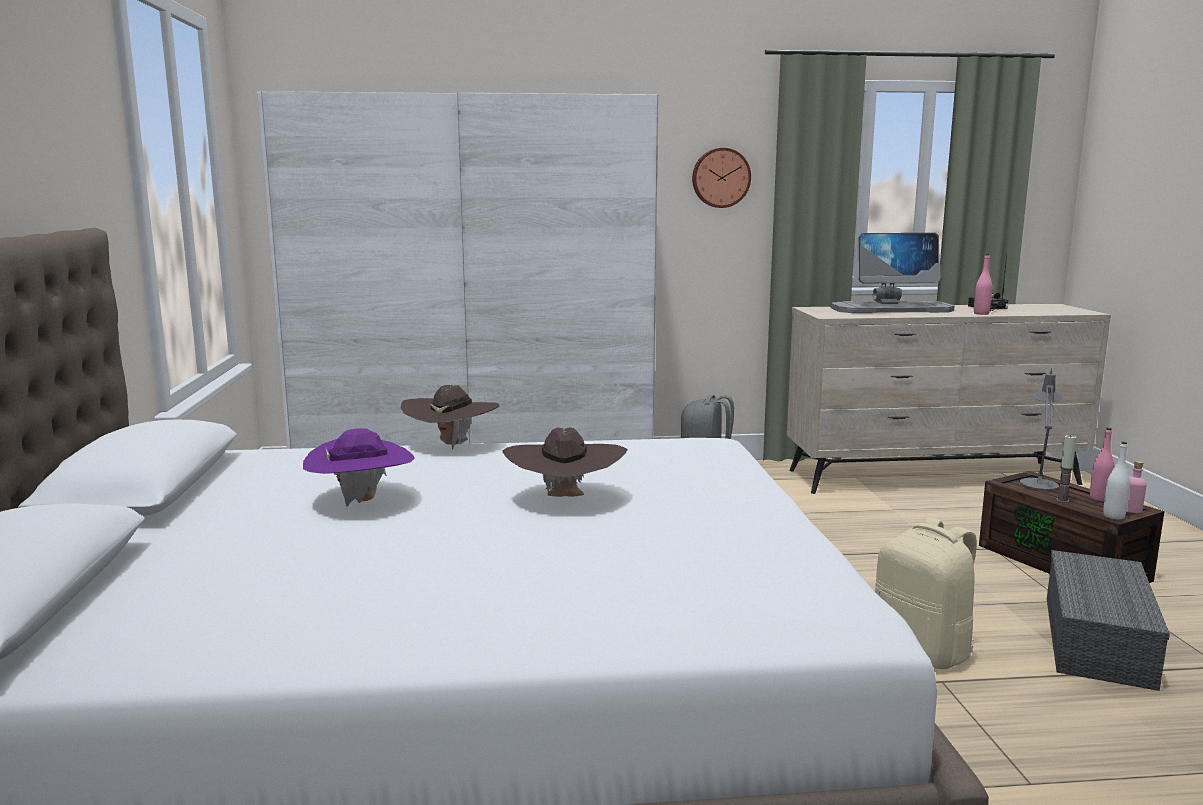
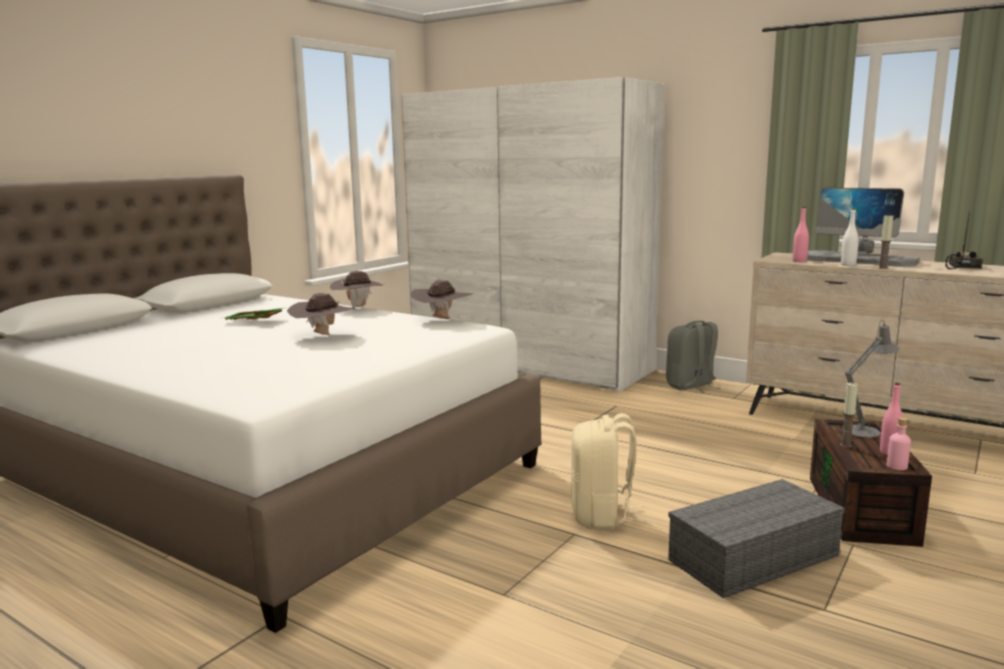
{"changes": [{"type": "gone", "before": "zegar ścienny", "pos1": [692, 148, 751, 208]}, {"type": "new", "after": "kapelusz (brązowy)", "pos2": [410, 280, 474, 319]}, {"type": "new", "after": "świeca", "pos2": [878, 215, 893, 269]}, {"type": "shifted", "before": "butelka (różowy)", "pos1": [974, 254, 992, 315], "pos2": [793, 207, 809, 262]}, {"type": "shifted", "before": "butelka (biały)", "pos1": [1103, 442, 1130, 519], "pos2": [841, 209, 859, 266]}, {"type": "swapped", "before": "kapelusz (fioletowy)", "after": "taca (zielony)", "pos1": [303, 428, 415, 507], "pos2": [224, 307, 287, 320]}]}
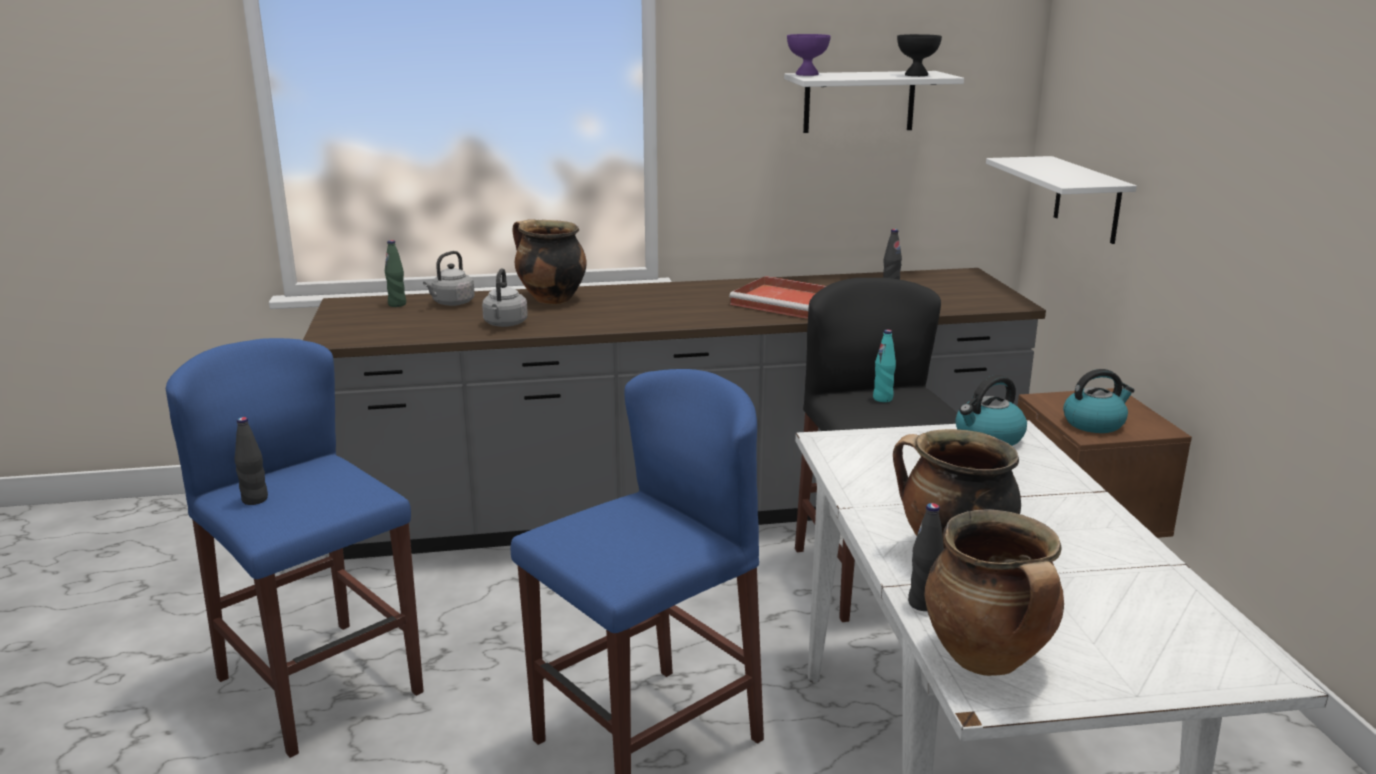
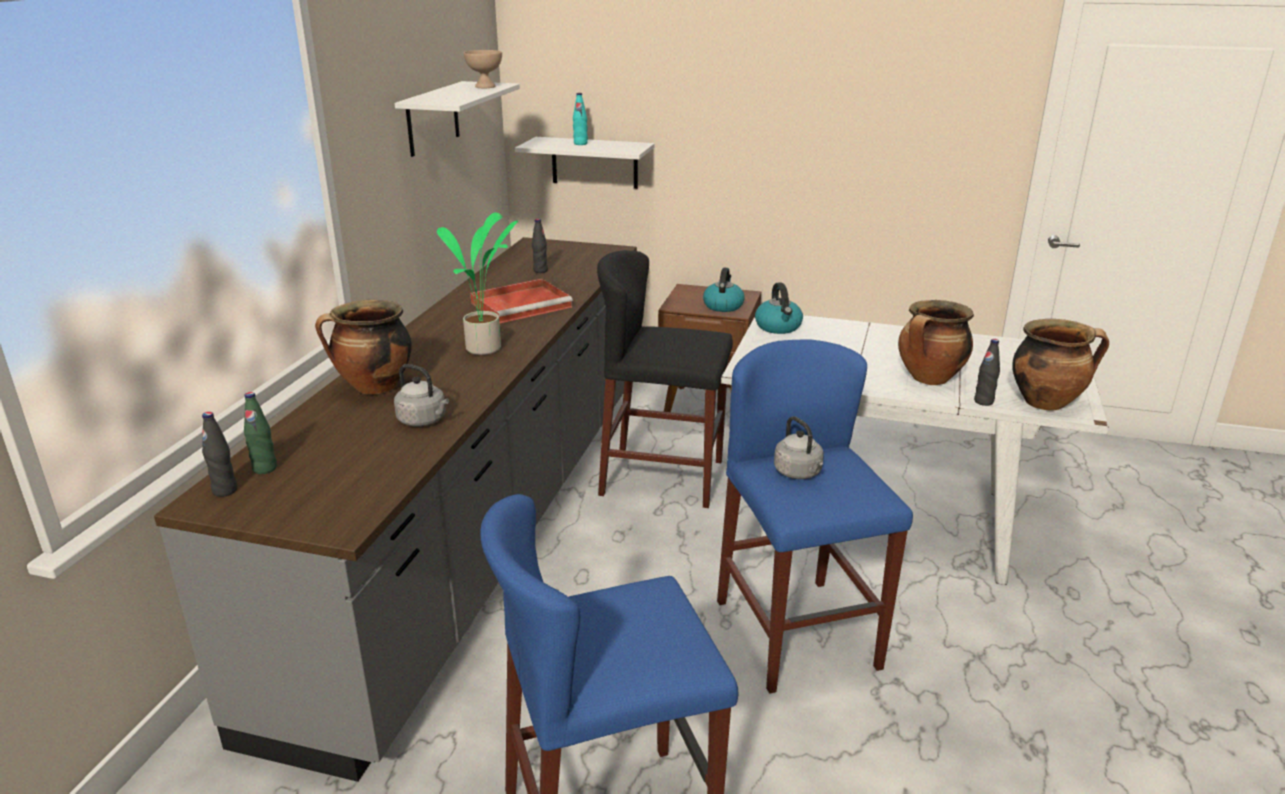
{"changes": [{"type": "gone", "before": "miska (fioletowy)", "pos1": [787, 34, 831, 76]}, {"type": "new", "after": "roślina doniczkowa", "pos2": [437, 213, 518, 355]}, {"type": "shifted", "before": "butelka (czarny)", "pos1": [235, 417, 268, 505], "pos2": [202, 412, 237, 497]}, {"type": "shifted", "before": "czajnik (szary)", "pos1": [423, 251, 475, 306], "pos2": [774, 416, 824, 479]}, {"type": "shifted", "before": "butelka (turkusowy)", "pos1": [873, 330, 896, 402], "pos2": [573, 93, 588, 145]}, {"type": "repainted", "before": "miska (czarny)", "after": "miska (beżowy)", "pos1": [897, 34, 942, 76], "pos2": [464, 50, 502, 88]}]}
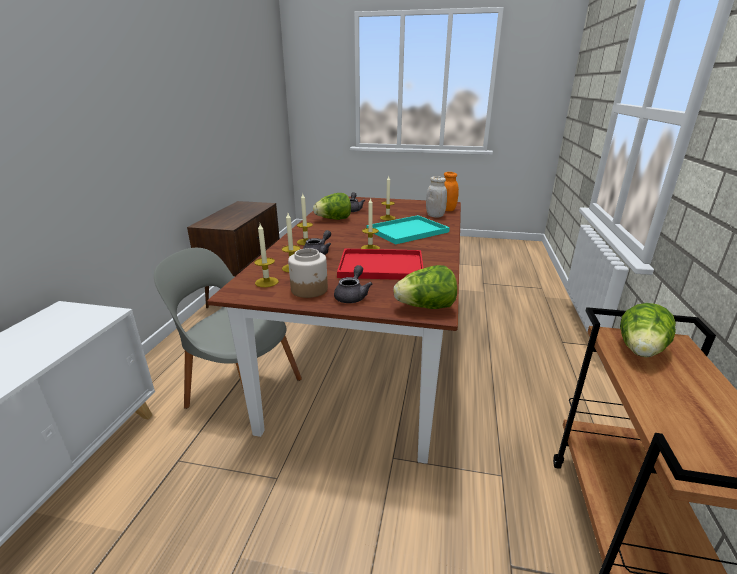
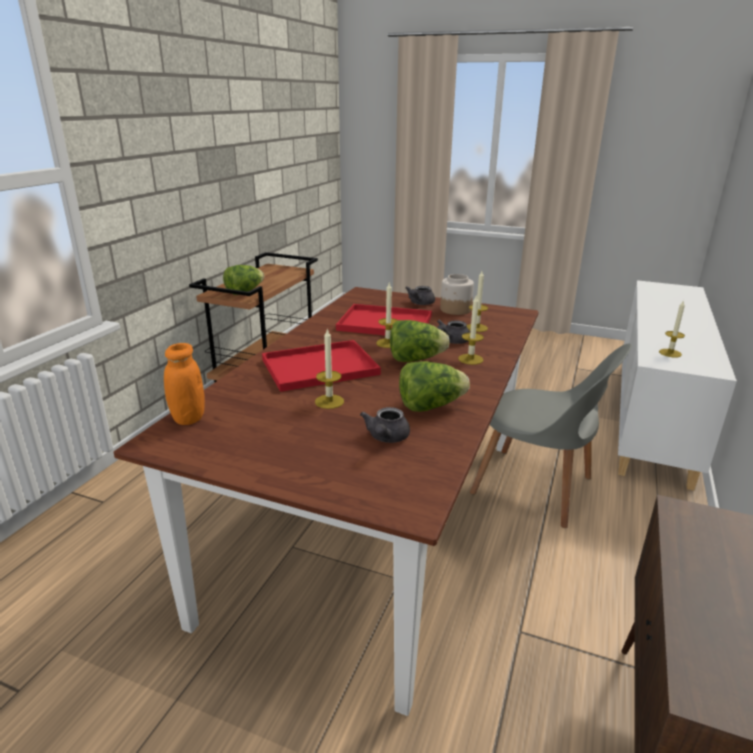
{"changes": [{"type": "gone", "before": "słoik (biały)", "pos1": [426, 176, 447, 217]}, {"type": "shifted", "before": "świeca", "pos1": [254, 224, 279, 287], "pos2": [659, 300, 685, 358]}, {"type": "shifted", "before": "sałata", "pos1": [393, 265, 457, 309], "pos2": [390, 320, 450, 362]}, {"type": "repainted", "before": "taca (turkusowy)", "after": "taca (czerwony)", "pos1": [367, 215, 450, 245], "pos2": [262, 340, 381, 392]}]}
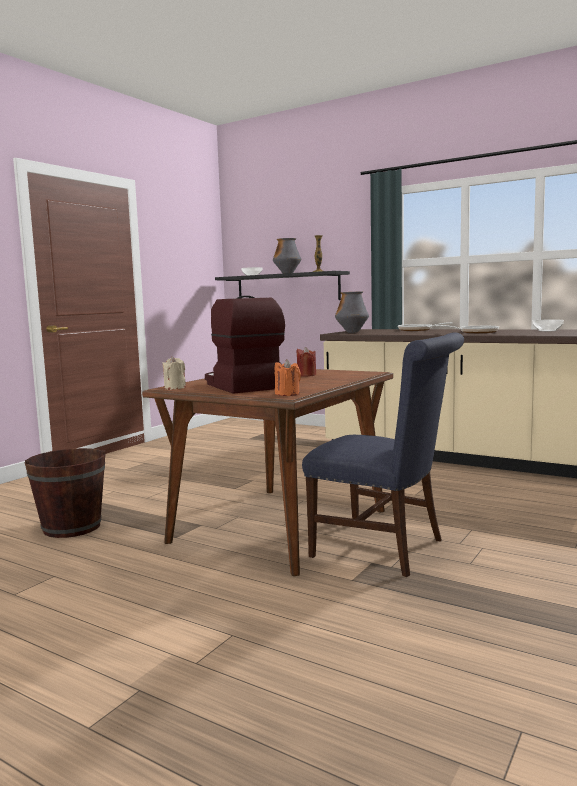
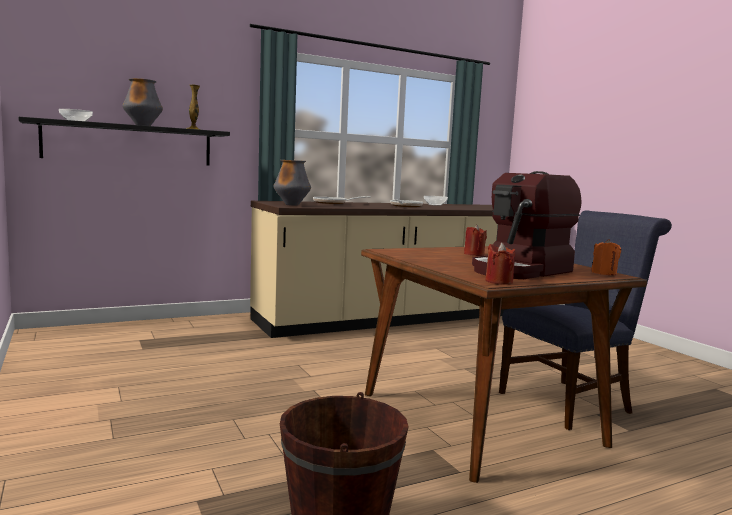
{"changes": [{"type": "repainted", "before": "świeca (beżowy)", "after": "świeca (czerwony)", "pos1": [162, 356, 186, 390], "pos2": [485, 242, 515, 285]}, {"type": "rotated", "before": "ekspres do kawy", "pos1": [205, 296, 285, 394], "pos2": [472, 171, 582, 279], "turn": -45}]}
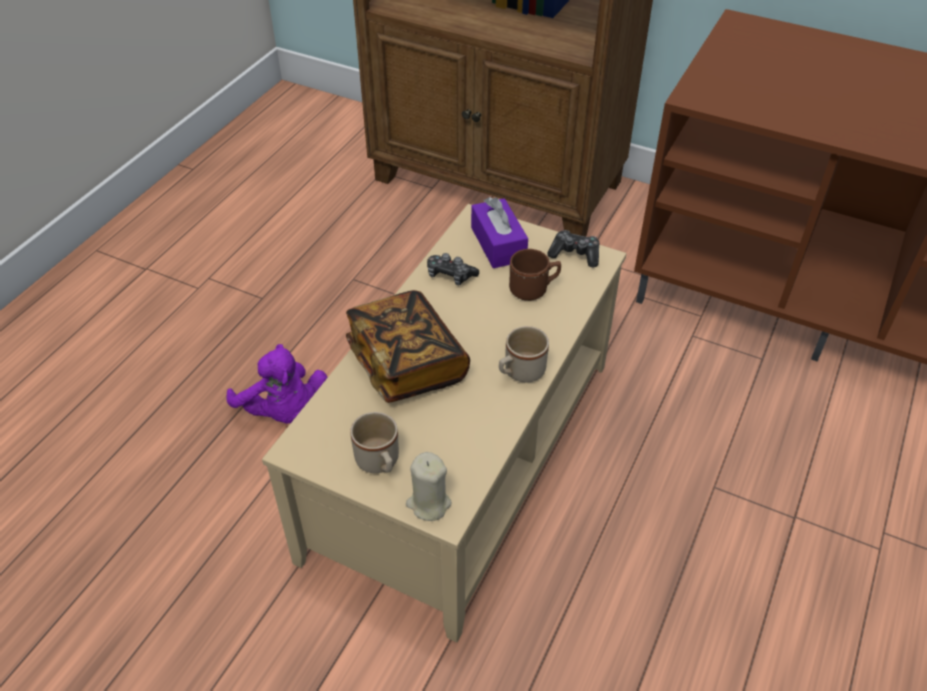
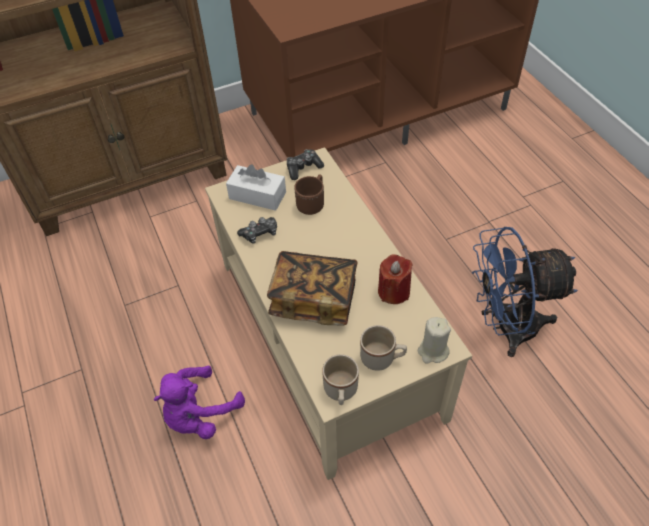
{"changes": [{"type": "new", "after": "świeca (czerwony)", "pos2": [378, 254, 413, 304]}, {"type": "new", "after": "wentylator (niebieski)", "pos2": [472, 227, 578, 357]}, {"type": "shifted", "before": "kubek (beżowy)", "pos1": [499, 326, 549, 382], "pos2": [322, 354, 359, 405]}, {"type": "repainted", "before": "pudełko chusteczek (fioletowy)", "after": "pudełko chusteczek (biały)", "pos1": [471, 197, 528, 268], "pos2": [226, 164, 286, 211]}, {"type": "rotated", "before": "pluszak (fioletowy)", "pos1": [226, 344, 328, 423], "pos2": [153, 366, 245, 439], "turn": 135}]}
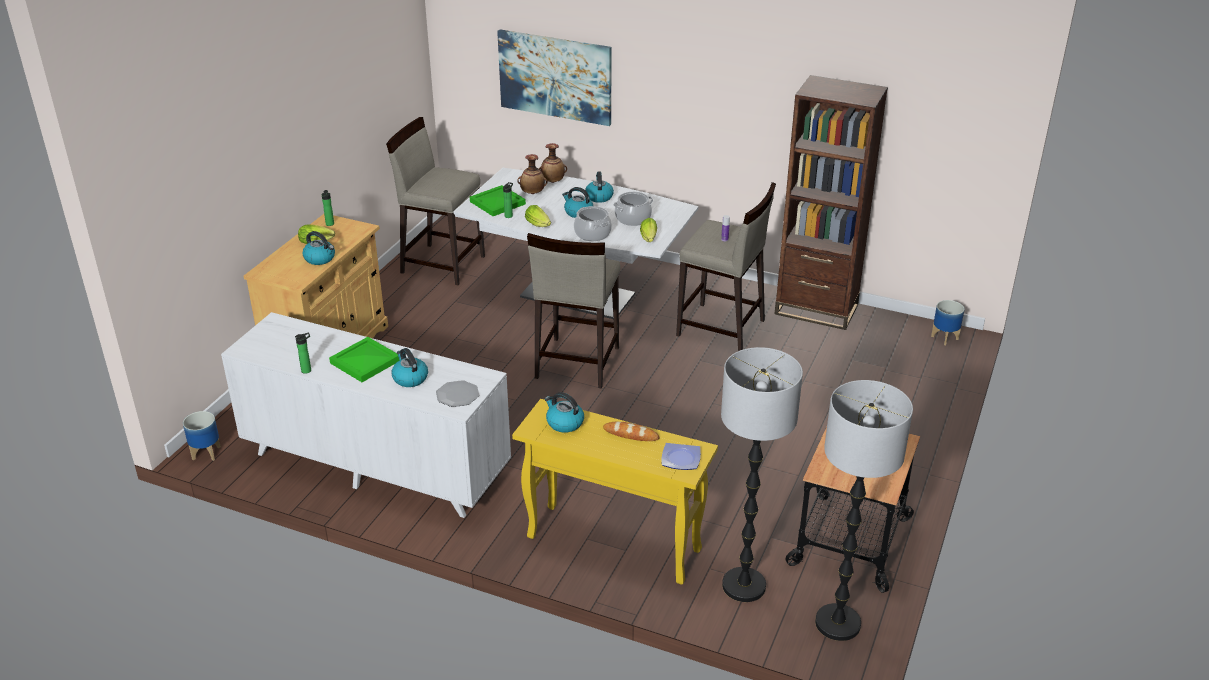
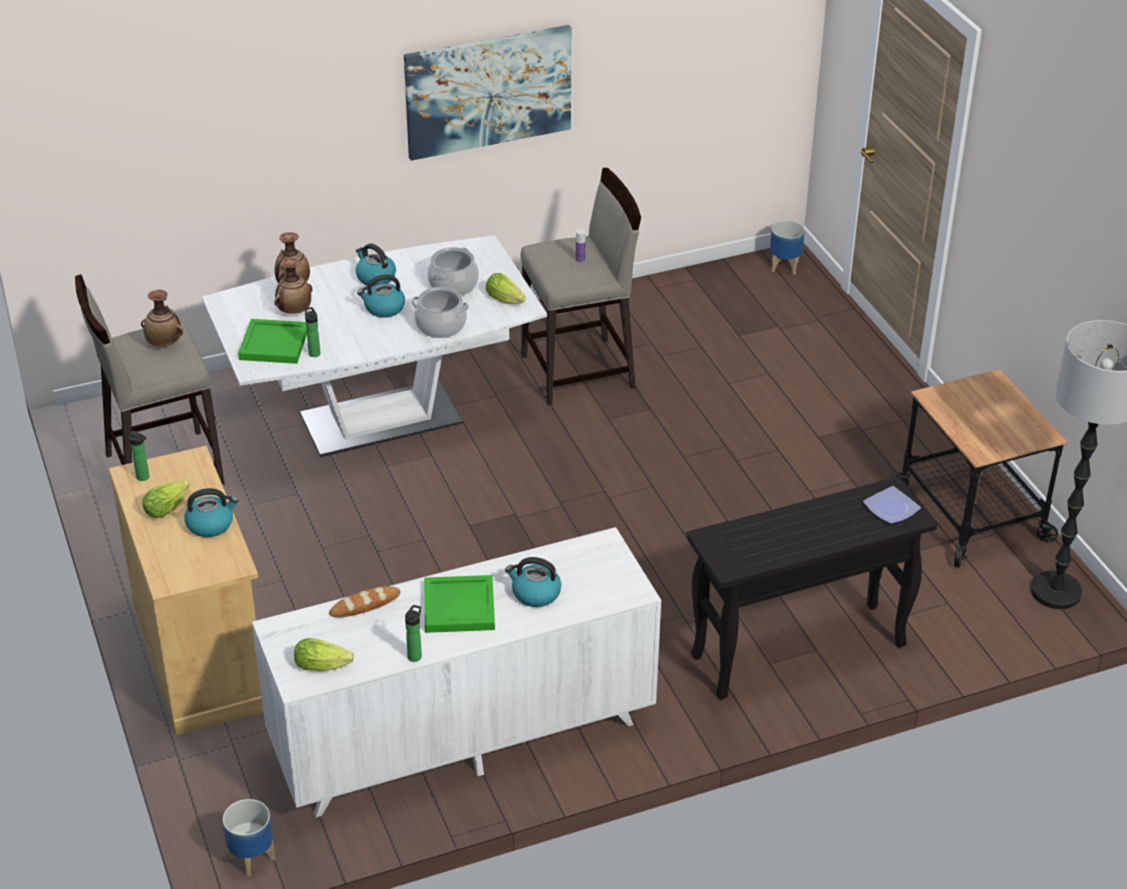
{"changes": [{"type": "gone", "before": "talerz", "pos1": [436, 380, 479, 407]}, {"type": "gone", "before": "stołek (beżowy)", "pos1": [527, 233, 620, 389]}, {"type": "gone", "before": "czajnik", "pos1": [545, 392, 584, 433]}, {"type": "gone", "before": "lampa stojąca", "pos1": [721, 347, 803, 602]}, {"type": "gone", "before": "regał (brązowy)", "pos1": [775, 75, 888, 330]}, {"type": "new", "after": "wazon", "pos2": [141, 290, 183, 347]}, {"type": "shifted", "before": "obraz", "pos1": [497, 29, 612, 126], "pos2": [404, 25, 572, 161]}, {"type": "shifted", "before": "sałata", "pos1": [525, 205, 551, 227], "pos2": [294, 638, 354, 671]}, {"type": "shifted", "before": "chleb", "pos1": [603, 421, 660, 441], "pos2": [329, 586, 400, 617]}, {"type": "repainted", "before": "stolik konsolowy (żółty)", "after": "stolik konsolowy (czarny)", "pos1": [512, 399, 718, 585], "pos2": [686, 476, 938, 700]}]}
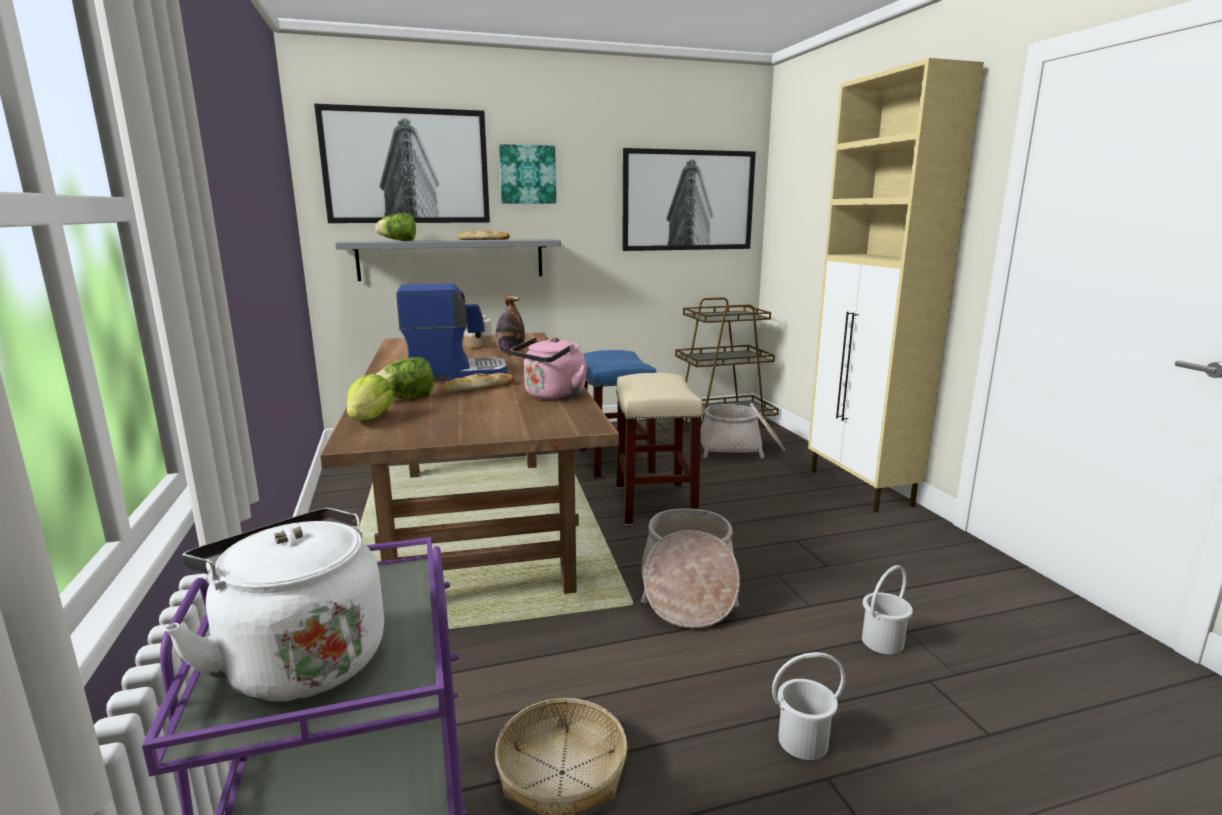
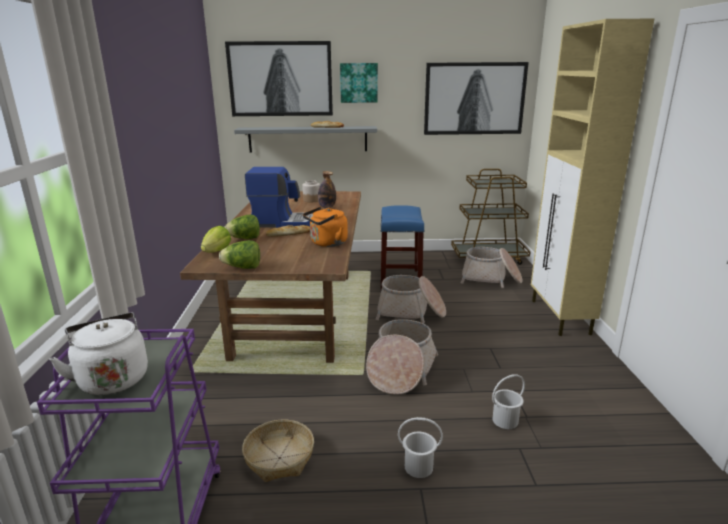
{"changes": [{"type": "shifted", "before": "sałata", "pos1": [375, 213, 416, 241], "pos2": [219, 240, 260, 269]}, {"type": "swapped", "before": "stołek (beżowy)", "after": "koszyk", "pos1": [616, 373, 703, 525], "pos2": [376, 275, 446, 324]}, {"type": "repainted", "before": "czajnik (różowy)", "after": "czajnik (pomarańczowy)", "pos1": [511, 337, 587, 400], "pos2": [303, 207, 348, 247]}]}
